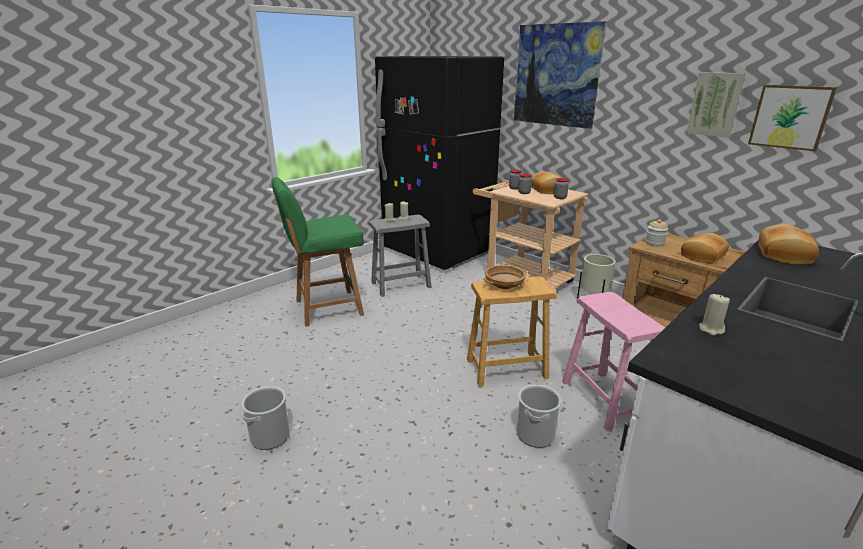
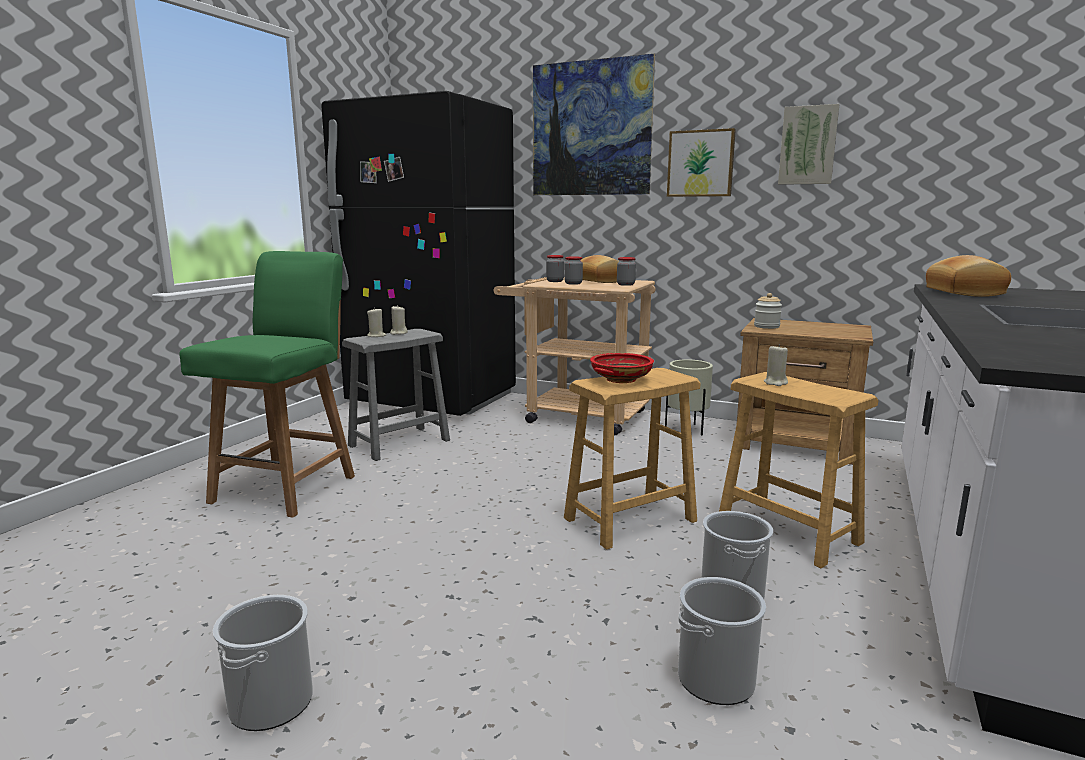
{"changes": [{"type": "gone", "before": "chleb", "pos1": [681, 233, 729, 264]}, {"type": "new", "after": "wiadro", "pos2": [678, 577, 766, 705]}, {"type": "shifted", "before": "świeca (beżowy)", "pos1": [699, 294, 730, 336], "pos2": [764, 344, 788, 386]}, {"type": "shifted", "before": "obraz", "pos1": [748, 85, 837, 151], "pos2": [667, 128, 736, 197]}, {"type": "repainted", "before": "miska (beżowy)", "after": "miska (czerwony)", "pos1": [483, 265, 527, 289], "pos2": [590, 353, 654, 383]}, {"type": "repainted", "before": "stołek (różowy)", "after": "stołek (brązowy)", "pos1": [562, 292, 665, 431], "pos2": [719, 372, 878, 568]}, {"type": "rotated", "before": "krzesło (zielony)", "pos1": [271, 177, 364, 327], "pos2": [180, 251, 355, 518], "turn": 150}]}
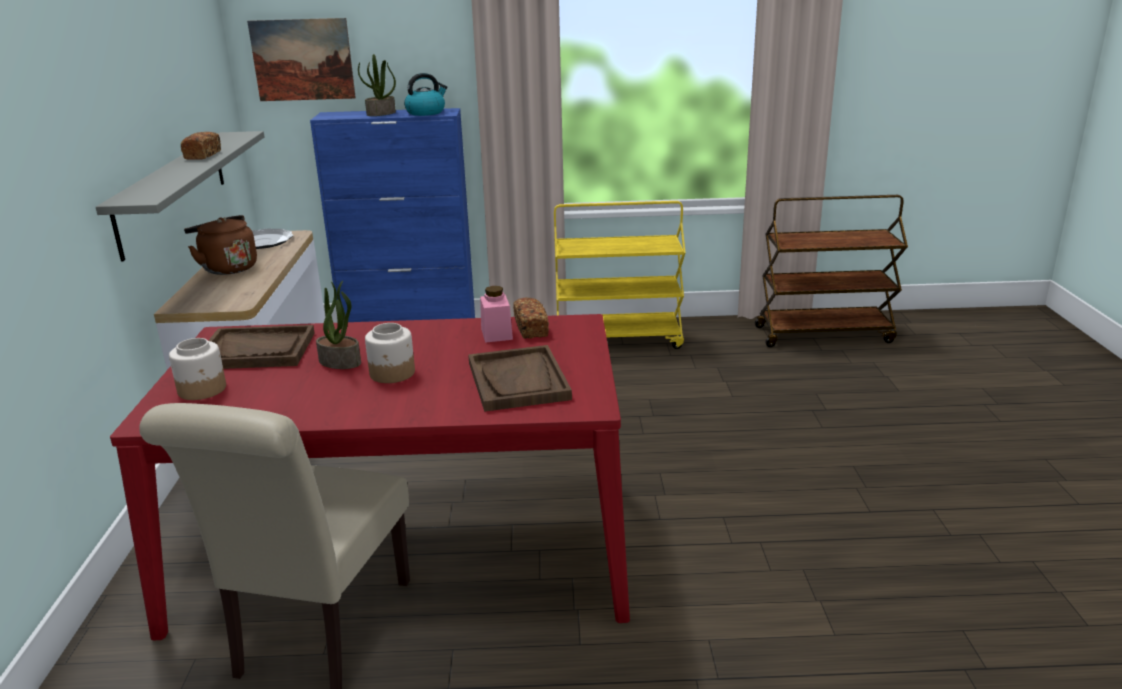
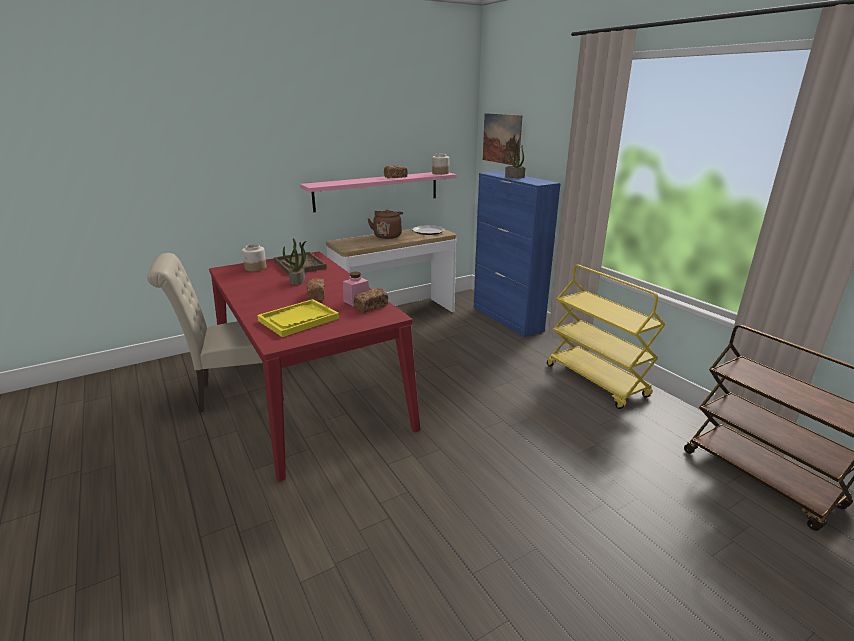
{"changes": [{"type": "gone", "before": "czajnik", "pos1": [404, 73, 447, 116]}, {"type": "new", "after": "chleb", "pos2": [307, 278, 324, 301]}, {"type": "shifted", "before": "słoik", "pos1": [365, 323, 415, 383], "pos2": [432, 154, 449, 175]}, {"type": "repainted", "before": "półka (szary)", "after": "półka (różowy)", "pos1": [96, 131, 264, 261], "pos2": [300, 172, 457, 212]}, {"type": "repainted", "before": "taca (brązowy)", "after": "taca (żółty)", "pos1": [468, 345, 572, 412], "pos2": [257, 299, 339, 337]}]}
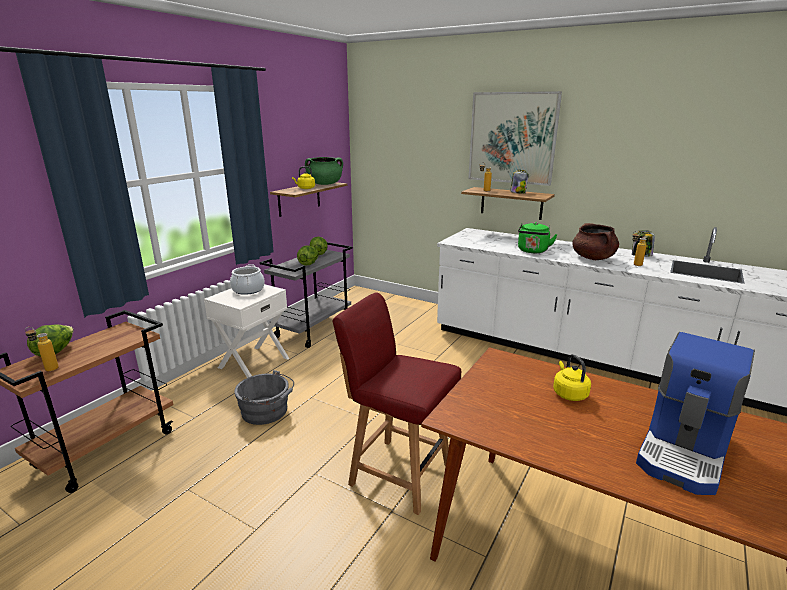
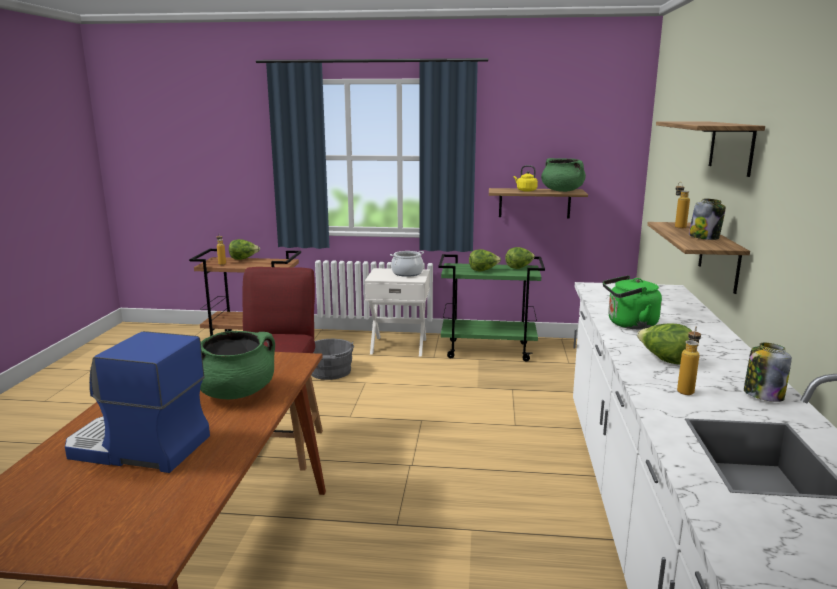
{"changes": [{"type": "swapped", "before": "obraz", "after": "półka", "pos1": [468, 91, 562, 186], "pos2": [656, 121, 765, 177]}, {"type": "swapped", "before": "czajnik (żółty)", "after": "garnek (zielony)", "pos1": [553, 354, 591, 401], "pos2": [200, 331, 275, 399]}, {"type": "swapped", "before": "garnek (brązowy)", "after": "sałata", "pos1": [572, 223, 619, 260], "pos2": [637, 323, 692, 365]}, {"type": "repainted", "before": "wózek (szary)", "after": "wózek (zielony)", "pos1": [260, 242, 352, 348], "pos2": [439, 254, 545, 362]}]}
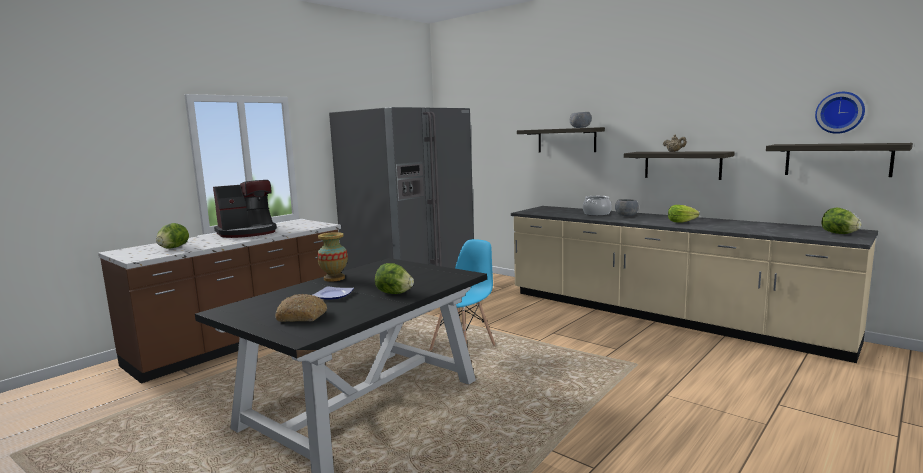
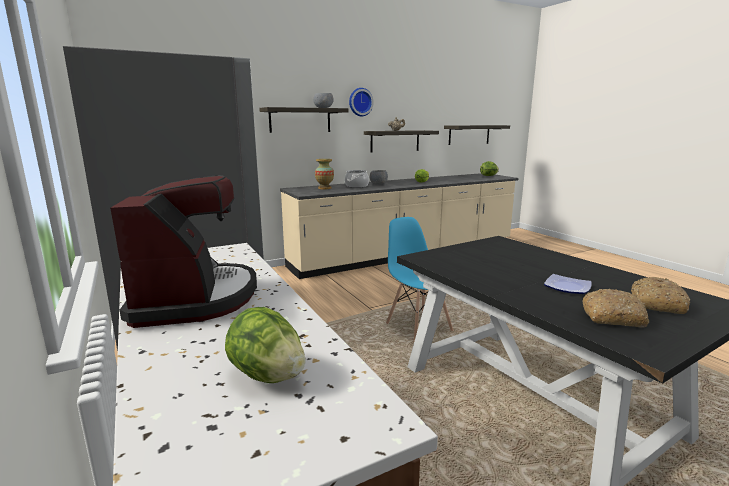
{"changes": [{"type": "gone", "before": "sałata", "pos1": [375, 263, 414, 294]}, {"type": "new", "after": "chleb", "pos2": [582, 289, 649, 328]}, {"type": "shifted", "before": "wazon", "pos1": [317, 232, 348, 282], "pos2": [315, 159, 334, 189]}, {"type": "shifted", "before": "zegar ścienny", "pos1": [815, 92, 865, 134], "pos2": [349, 88, 374, 116]}]}
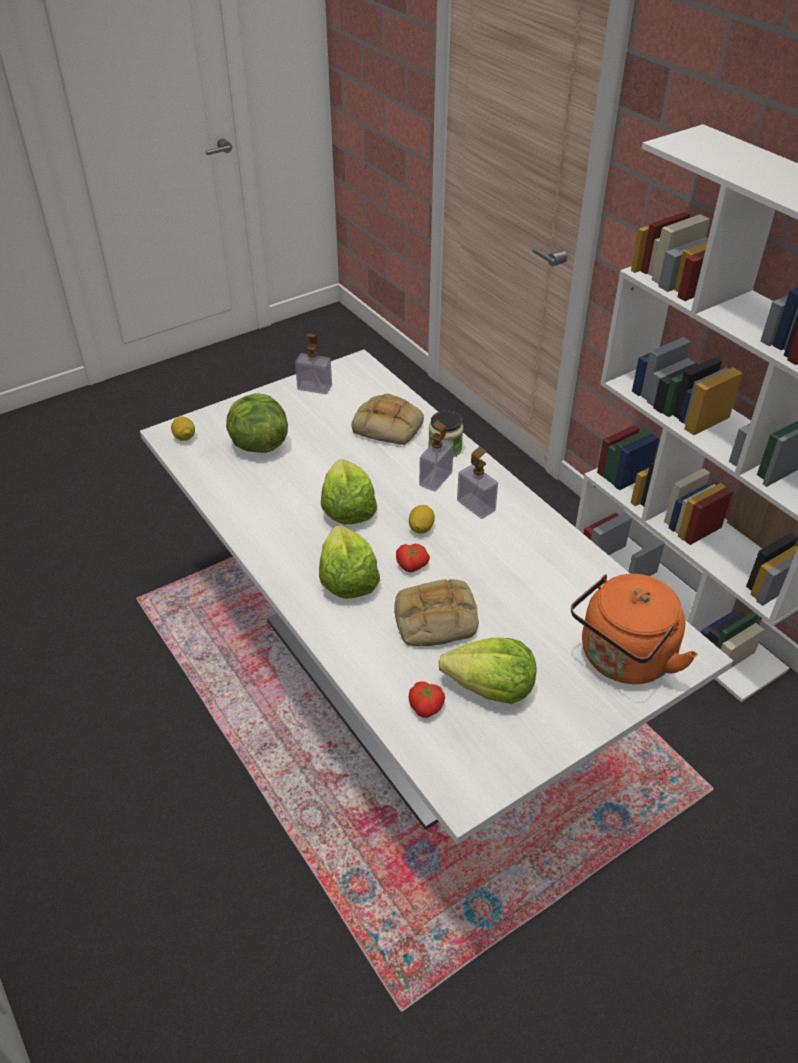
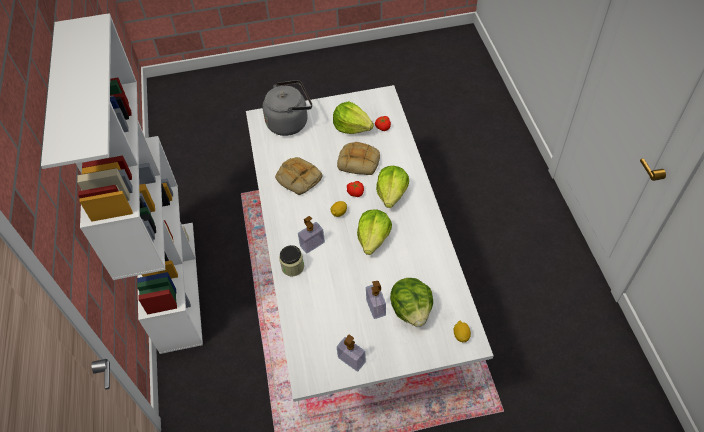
{"changes": [{"type": "shifted", "before": "chleb", "pos1": [352, 394, 424, 445], "pos2": [275, 157, 323, 195]}, {"type": "shifted", "before": "dozownik mydła", "pos1": [457, 447, 498, 519], "pos2": [366, 281, 386, 319]}, {"type": "repainted", "before": "czajnik (pomarańczowy)", "after": "czajnik (szary)", "pos1": [571, 574, 698, 684], "pos2": [262, 80, 312, 136]}]}
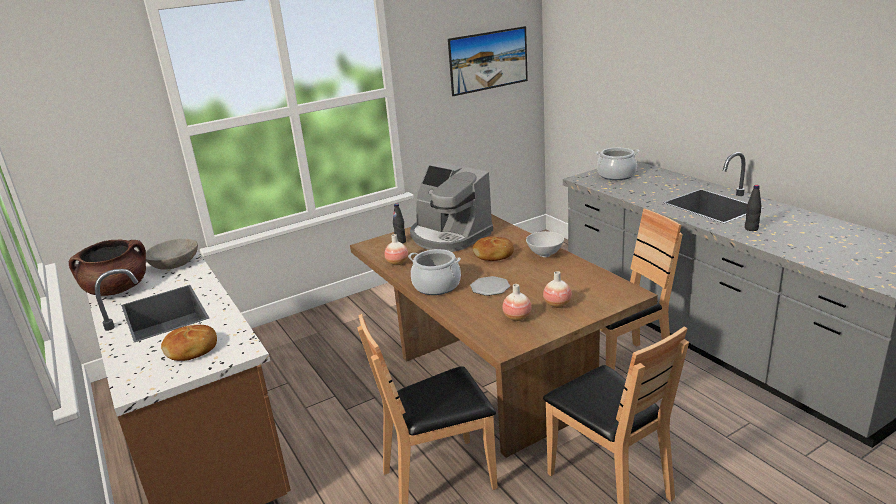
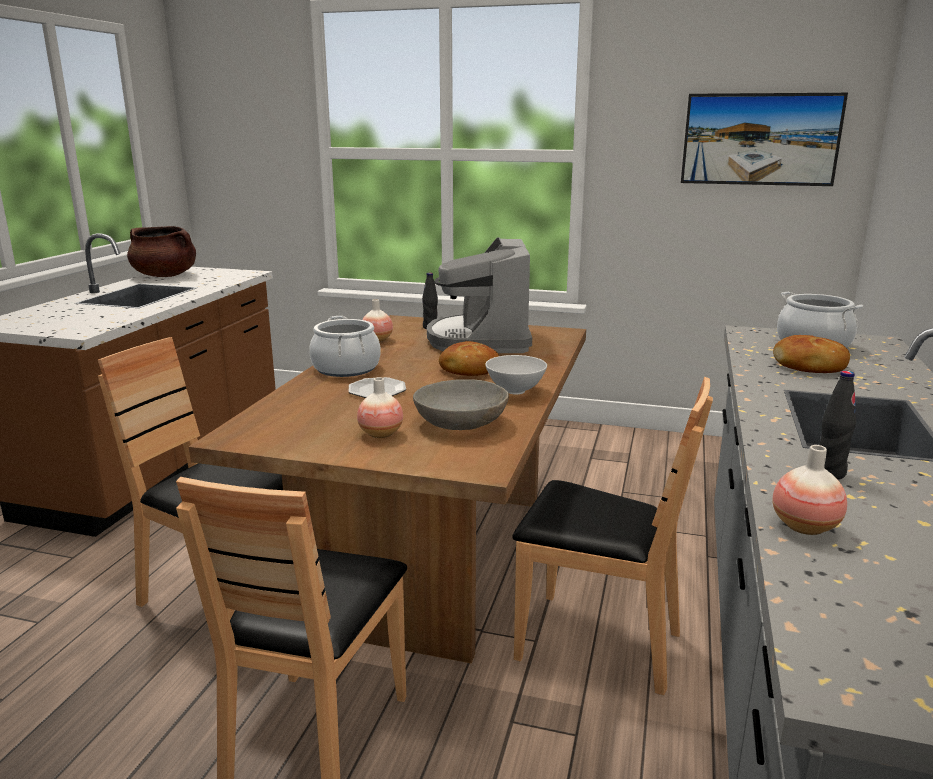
{"changes": [{"type": "shifted", "before": "miska (szary)", "pos1": [146, 239, 198, 270], "pos2": [413, 379, 509, 430]}, {"type": "shifted", "before": "chleb", "pos1": [161, 325, 217, 361], "pos2": [773, 335, 850, 373]}, {"type": "shifted", "before": "wazon", "pos1": [503, 284, 532, 321], "pos2": [772, 445, 847, 535]}]}
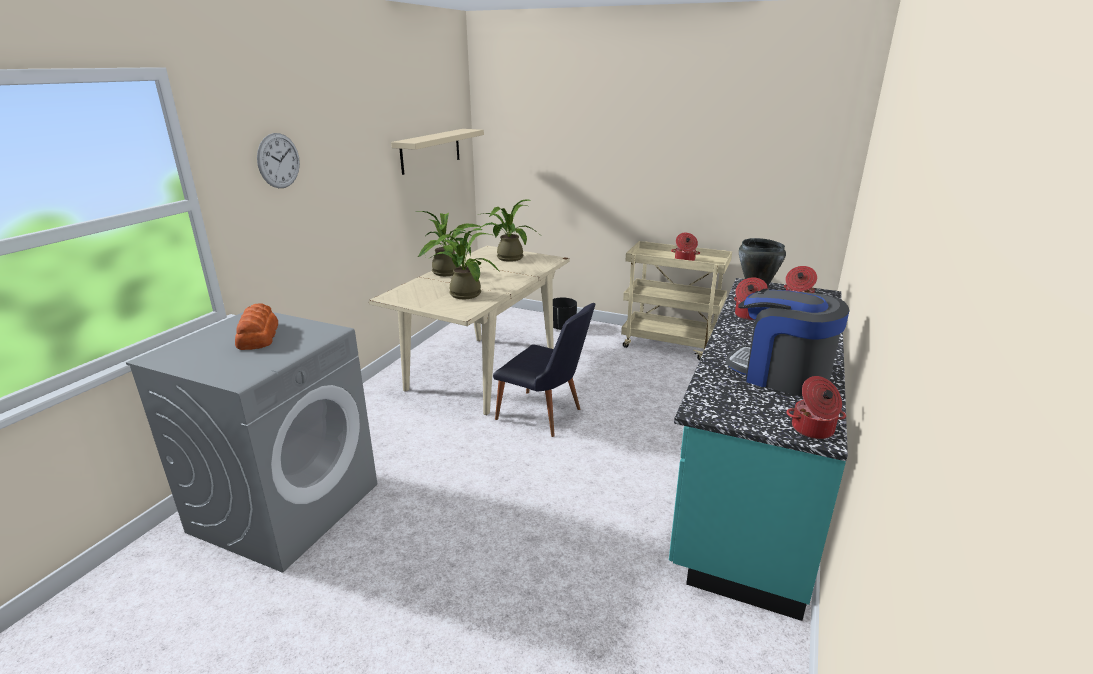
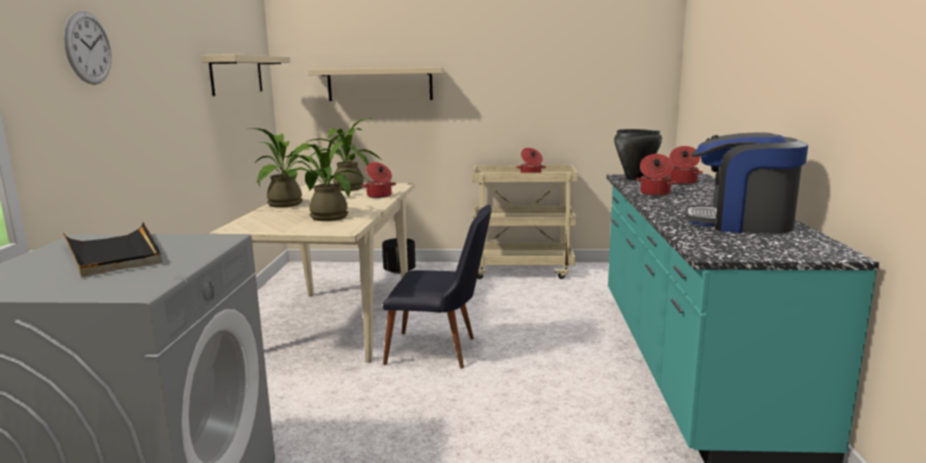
{"changes": [{"type": "new", "after": "półka (beżowy)", "pos2": [308, 67, 444, 101]}, {"type": "shifted", "before": "garnek", "pos1": [786, 376, 846, 439], "pos2": [361, 162, 396, 198]}, {"type": "swapped", "before": "chleb", "after": "taca (czarny)", "pos1": [235, 303, 278, 350], "pos2": [63, 222, 162, 277]}]}
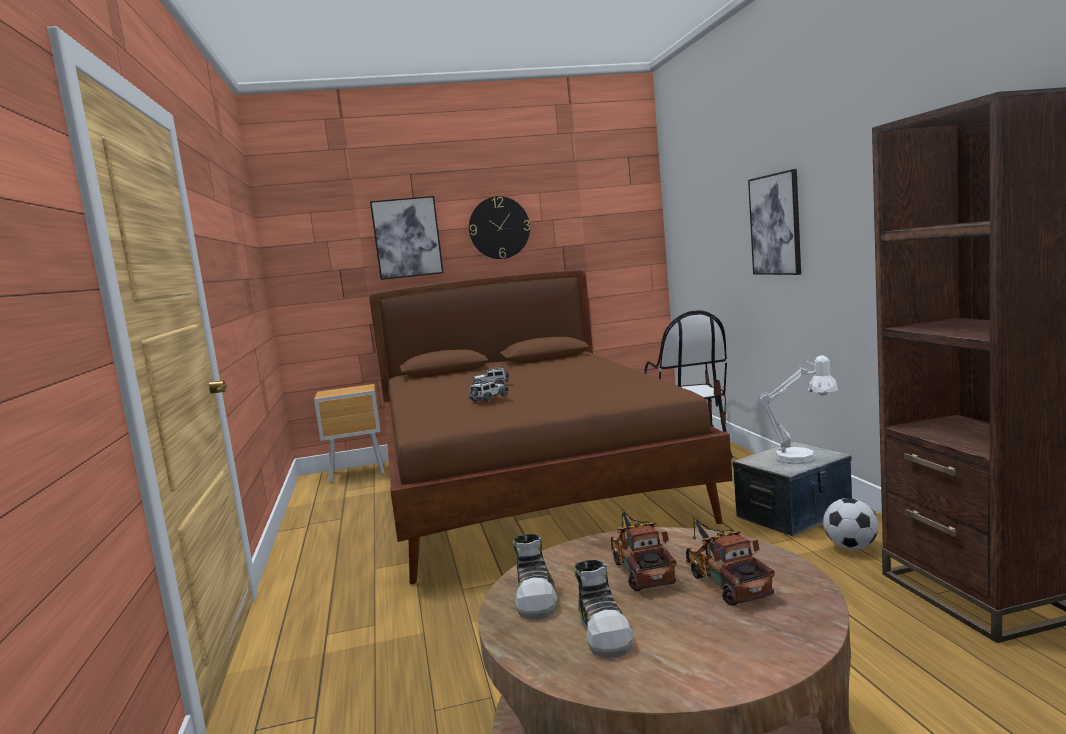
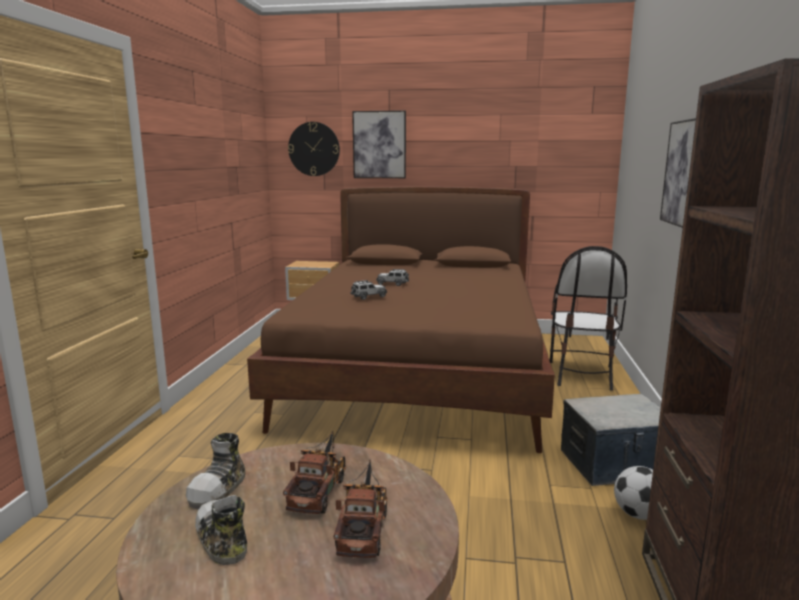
{"changes": [{"type": "gone", "before": "lampa stołowa (biały)", "pos1": [760, 355, 839, 464]}, {"type": "shifted", "before": "zegar ścienny", "pos1": [469, 196, 530, 259], "pos2": [288, 122, 340, 176]}, {"type": "rotated", "before": "but", "pos1": [574, 560, 633, 658], "pos2": [195, 495, 247, 565], "turn": 135}]}
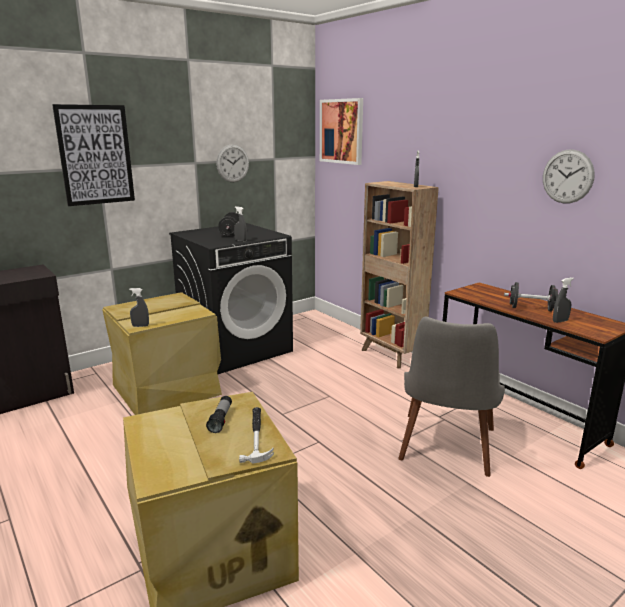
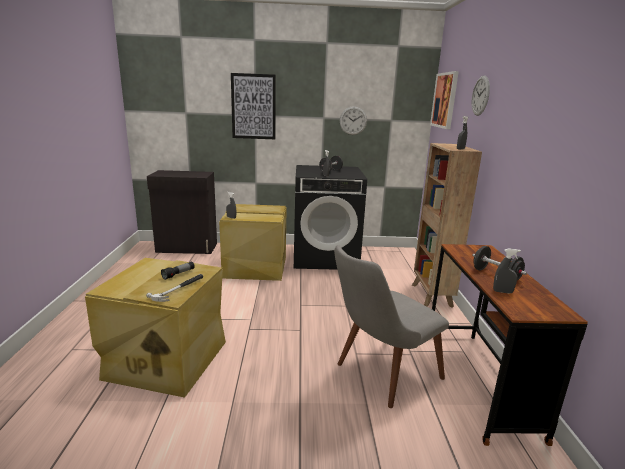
{"changes": [{"type": "shifted", "before": "zegar ścienny", "pos1": [543, 149, 595, 203], "pos2": [472, 76, 490, 116]}]}
